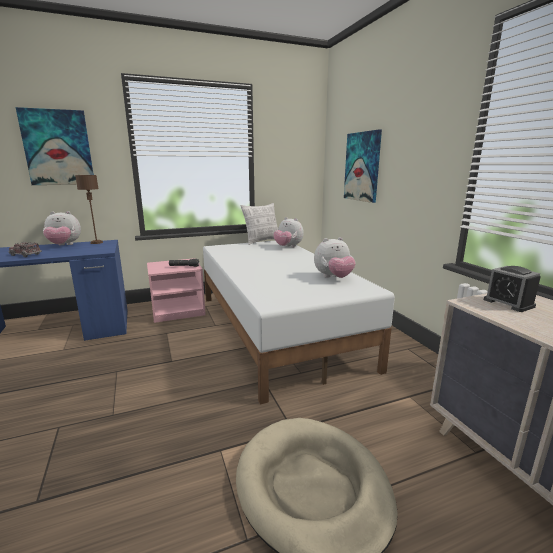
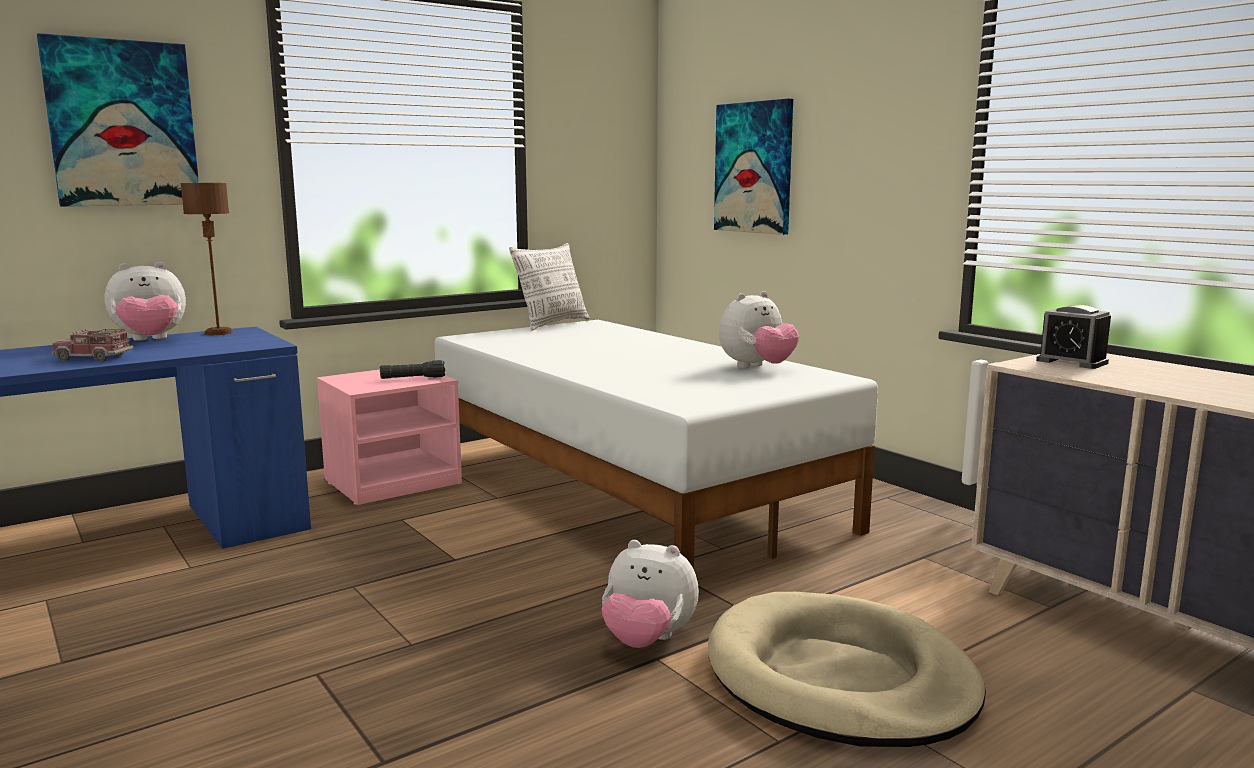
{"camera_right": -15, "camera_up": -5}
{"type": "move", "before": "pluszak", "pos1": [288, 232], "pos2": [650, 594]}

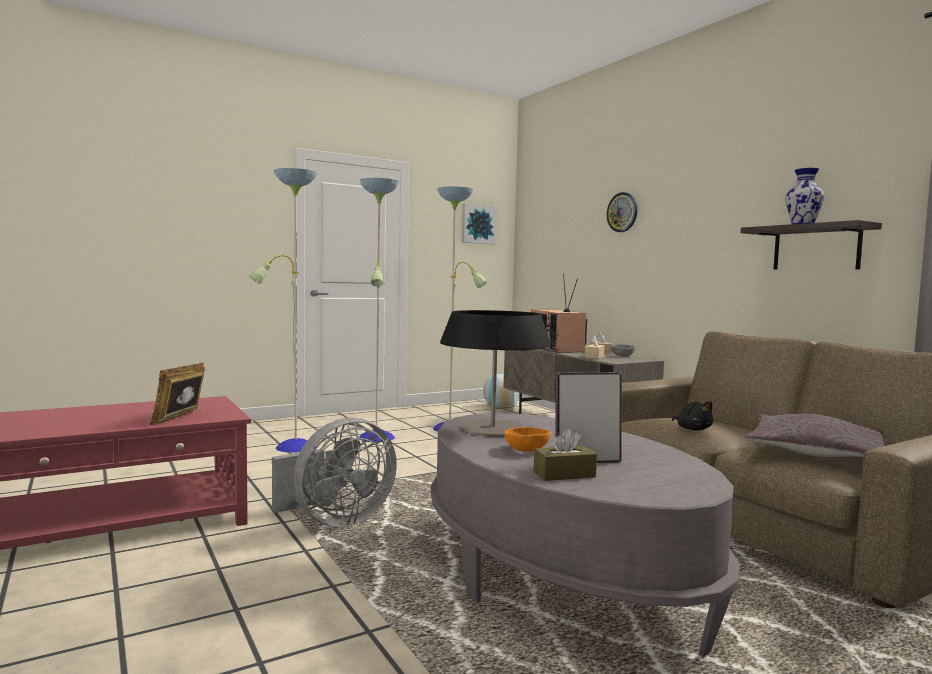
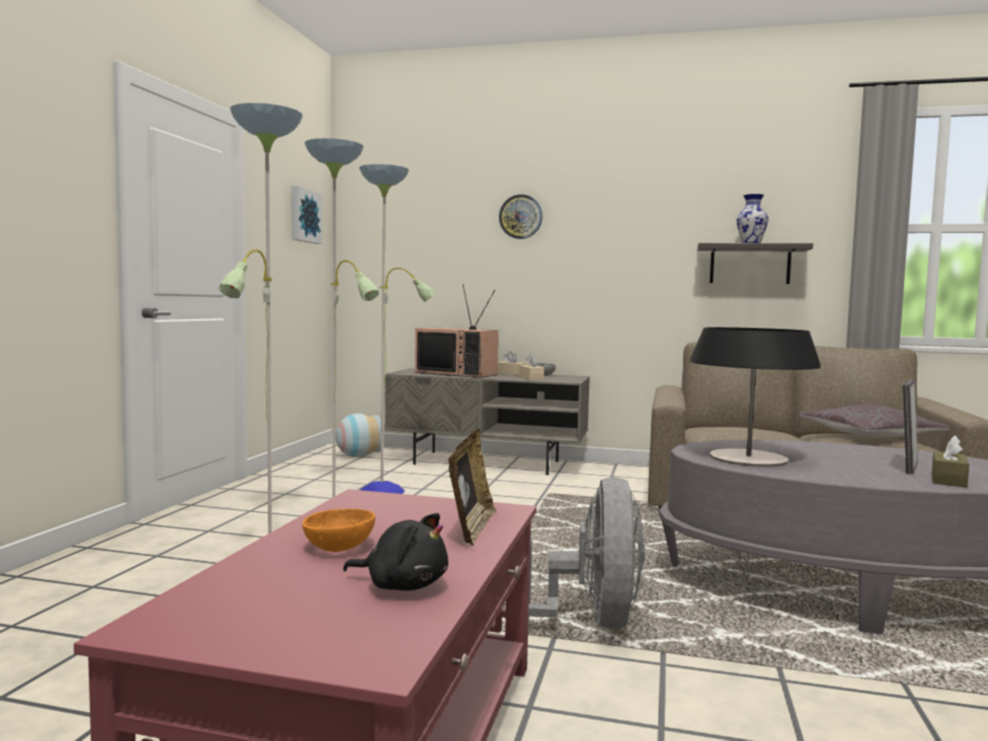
{"camera_right": -45, "camera_up": 0}
{"type": "move", "before": "miska [pomarańczowy]", "pos1": [527, 439], "pos2": [338, 530]}
{"type": "move", "before": "pluszak [czarny]", "pos1": [693, 415], "pos2": [395, 552]}
{"type": "rotate", "before": "ramka na zdjęcie", "pos1": [177, 393], "pos2": [472, 487], "turn": -135}

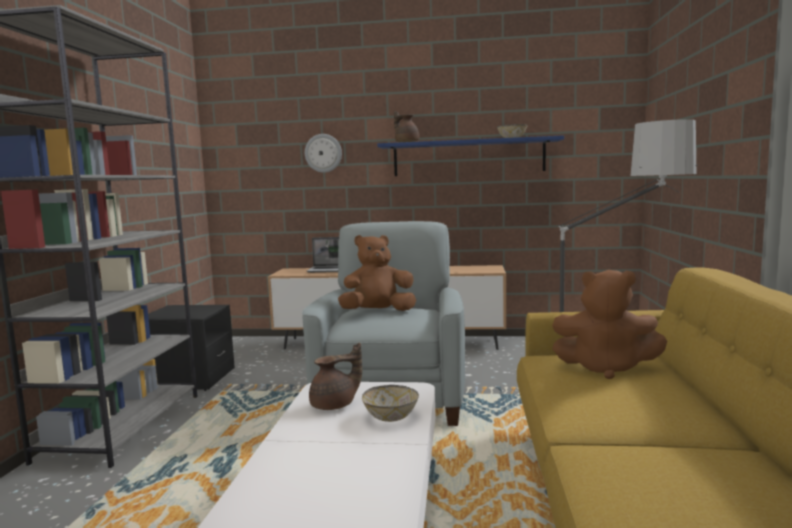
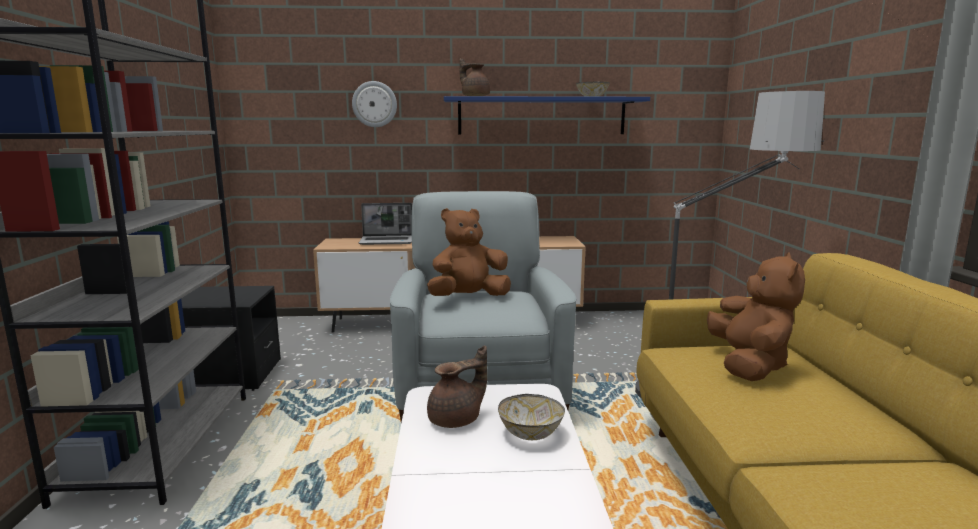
{"camera_right": -10, "camera_up": 5}
{"type": "rotate", "before": "pluszak [brązowy]", "pos1": [609, 324], "pos2": [756, 316], "turn": -90}

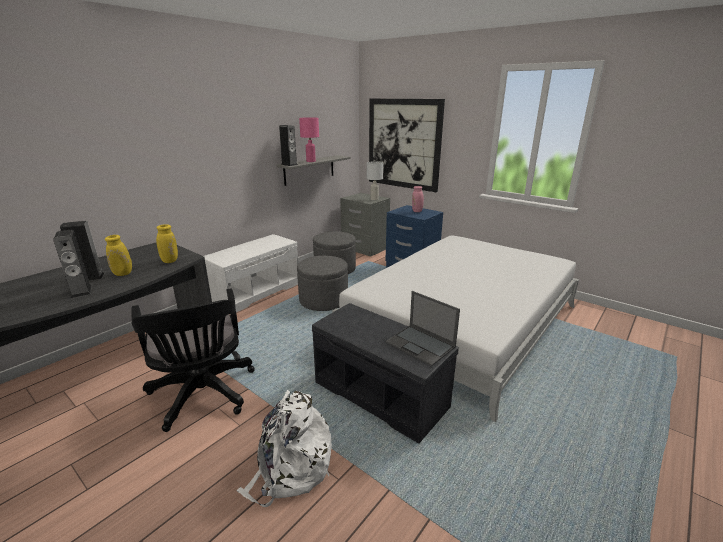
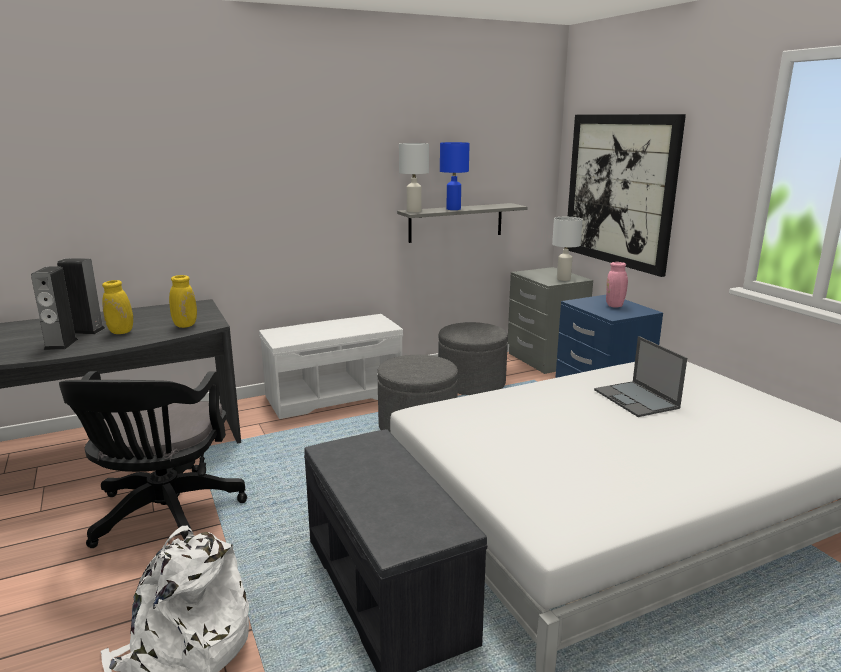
{"camera_right": 25, "camera_up": -5}
{"type": "replace", "before": "głośnik", "after": "lampa stołowa [biały]", "pos1": [288, 145], "pos2": [414, 178]}
{"type": "recolor", "before": "lampa stołowa [różowy]", "after": "lampa stołowa [niebieski]", "pos1": [309, 139], "pos2": [455, 176]}
{"type": "move", "before": "laptop", "pos1": [423, 328], "pos2": [640, 376]}

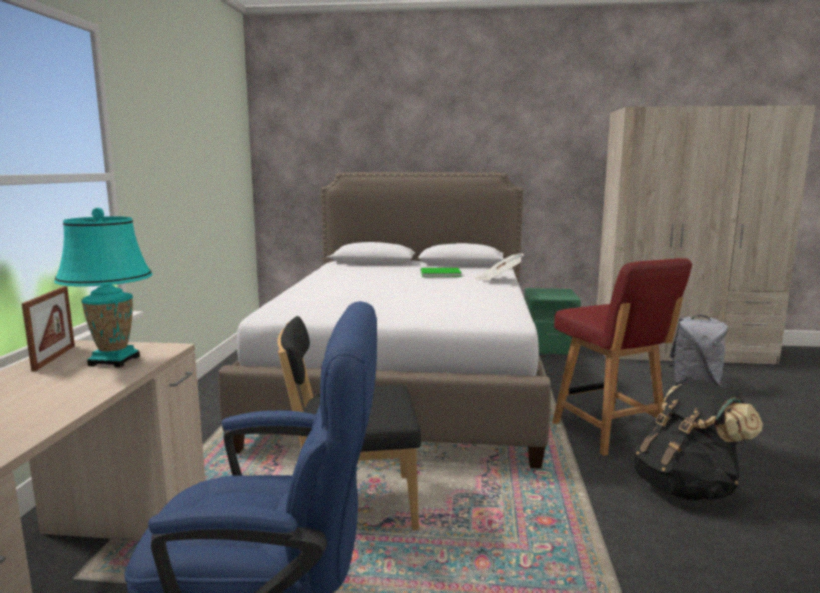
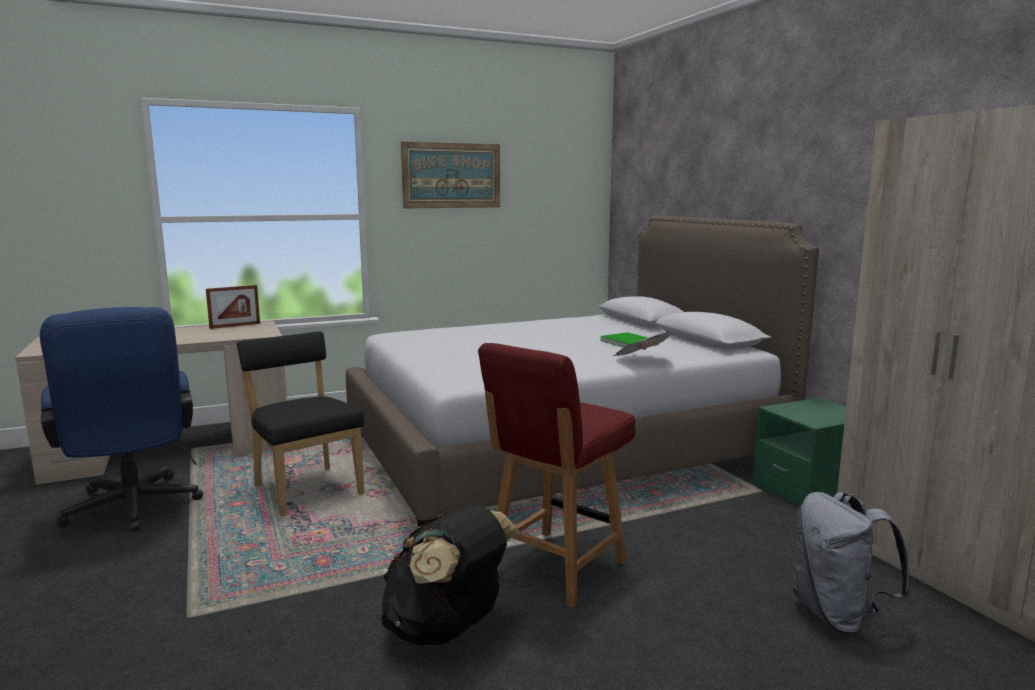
{"camera_right": 60, "camera_up": 0}
{"type": "insert", "after": "obraz", "pos2": [450, 175]}
{"type": "delete", "before": "lampa stołowa [turkusowy]", "pos1": [103, 287]}

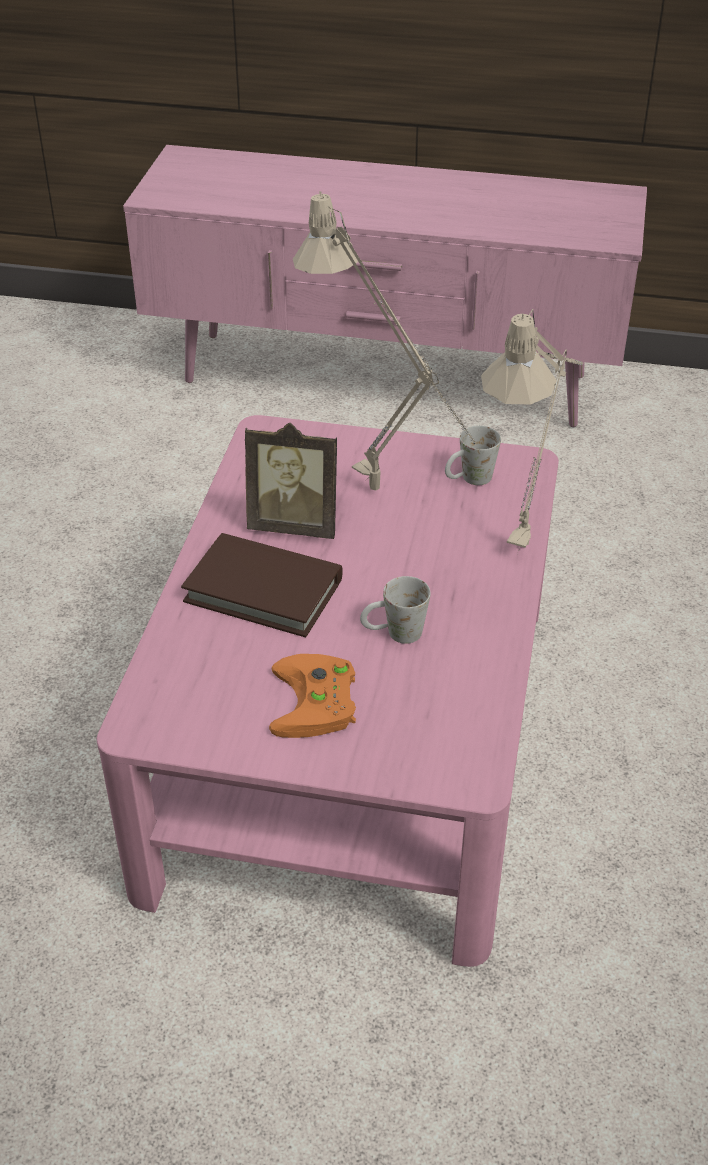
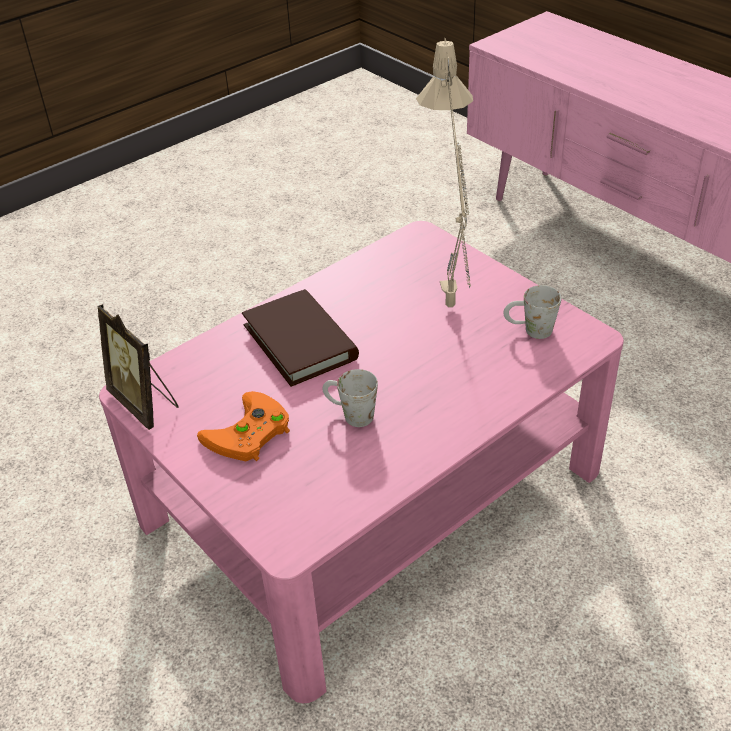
{"camera_right": 40, "camera_up": 0}
{"type": "move", "before": "ramka na zdjęcie", "pos1": [291, 481], "pos2": [138, 367]}
{"type": "delete", "before": "lampa stołowa [beżowy]", "pos1": [532, 431]}

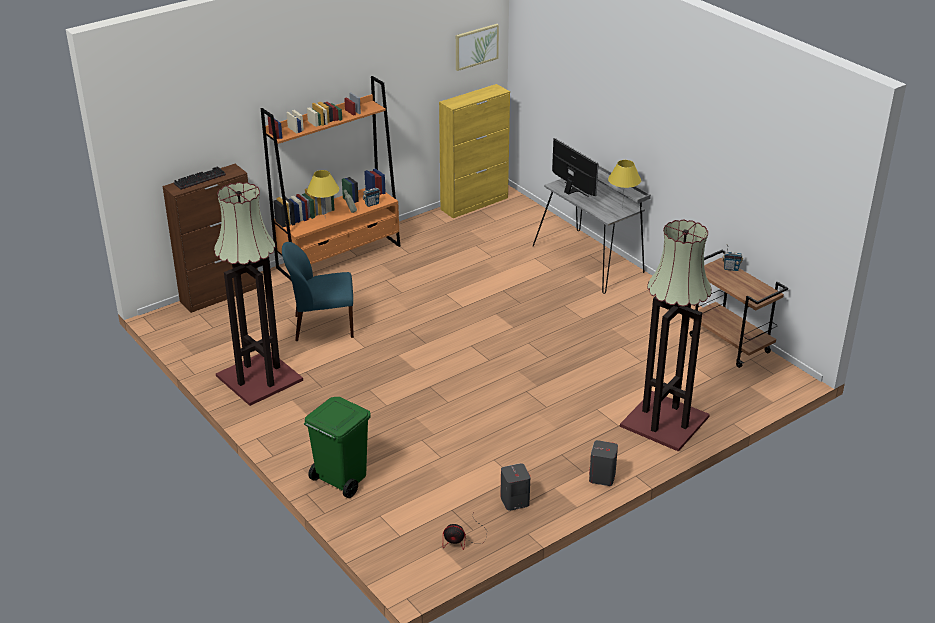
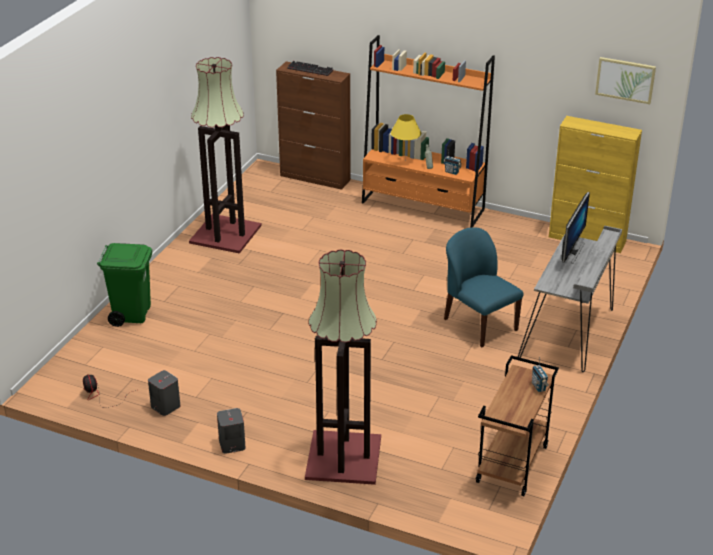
{"camera_right": 60, "camera_up": 0}
{"type": "move", "before": "krzesło [niebieski]", "pos1": [318, 291], "pos2": [484, 287]}
{"type": "delete", "before": "lampa stołowa [żółty]", "pos1": [624, 184]}

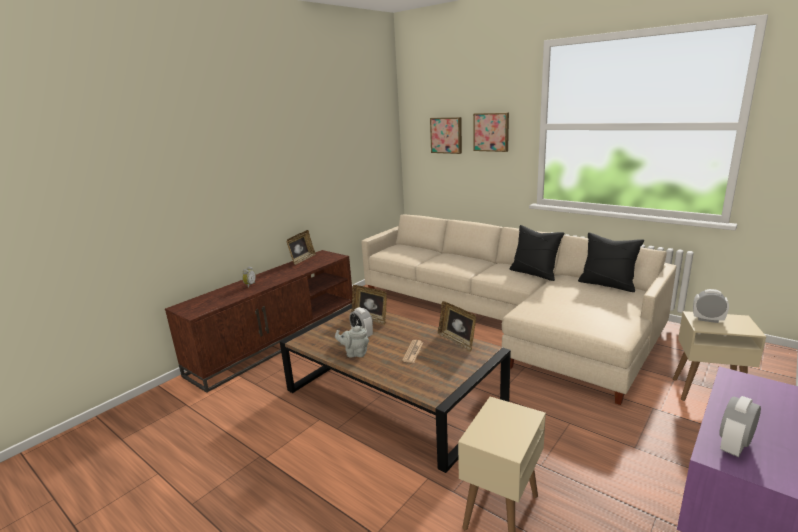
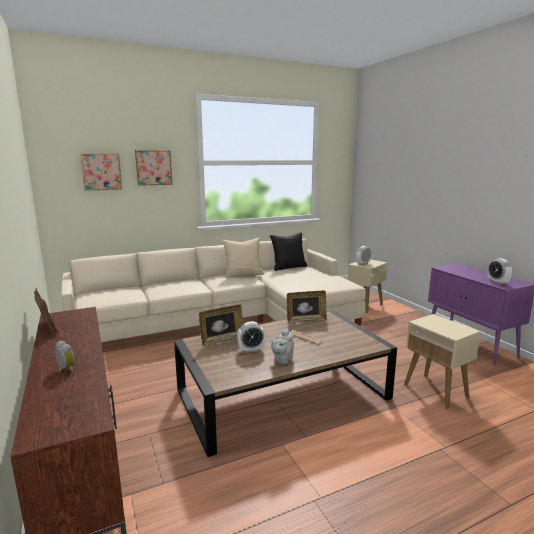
{"camera_right": -65, "camera_up": -5}
{"type": "recolor", "before": "poduszka [czarny]", "after": "poduszka [beżowy]", "pos1": [537, 253], "pos2": [243, 258]}

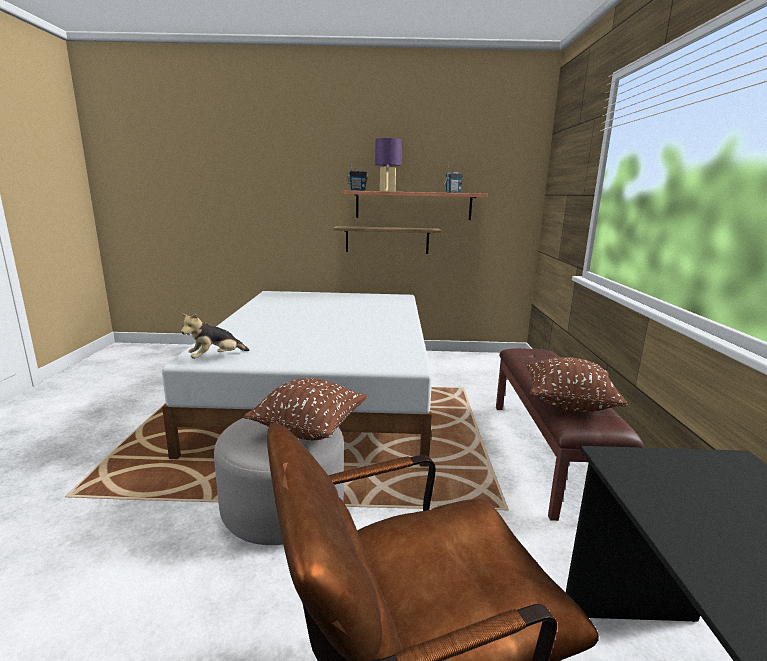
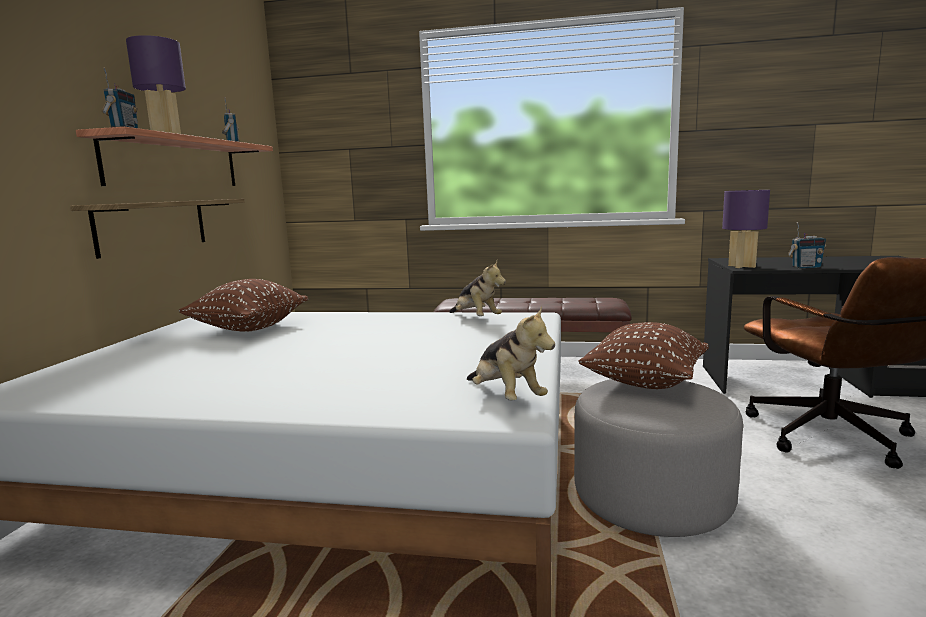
{"camera_right": -80, "camera_up": -5}
{"type": "move", "before": "poduszka [brązowy]", "pos1": [577, 384], "pos2": [243, 305]}
{"type": "insert", "after": "pluszak", "pos2": [477, 288]}
{"type": "insert", "after": "lampa stołowa [fioletowy]", "pos2": [746, 229]}
{"type": "insert", "after": "radio", "pos2": [807, 245]}

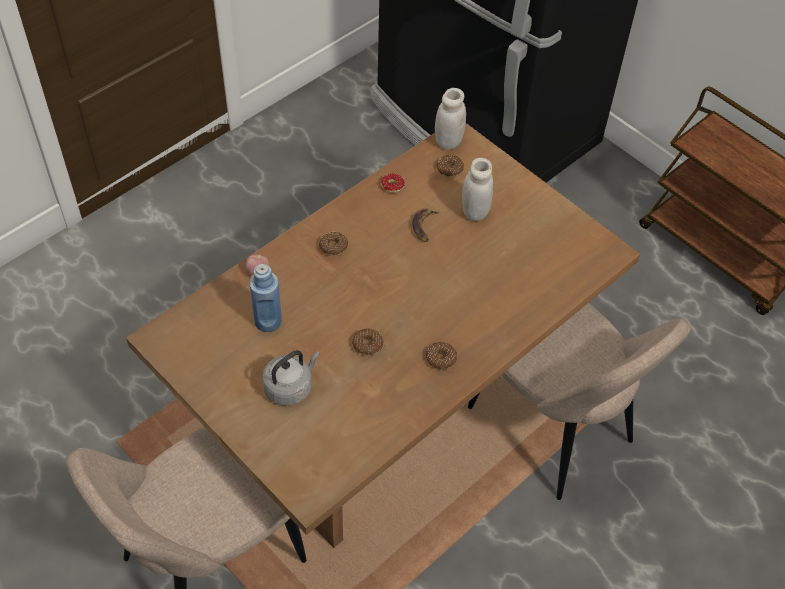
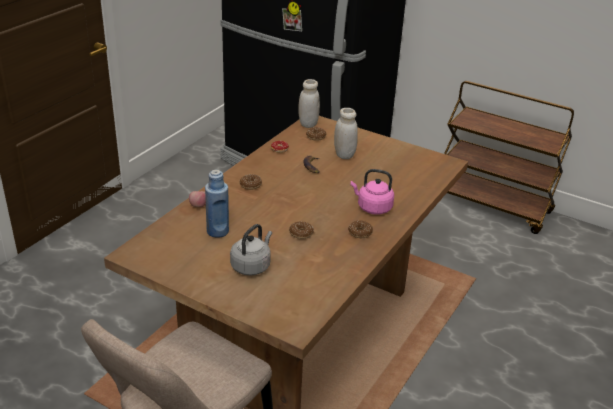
{"camera_right": -15, "camera_up": -20}
{"type": "insert", "after": "czajnik [różowy]", "pos2": [372, 192]}
{"type": "delete", "before": "krzesło [beżowy]", "pos1": [579, 401]}

